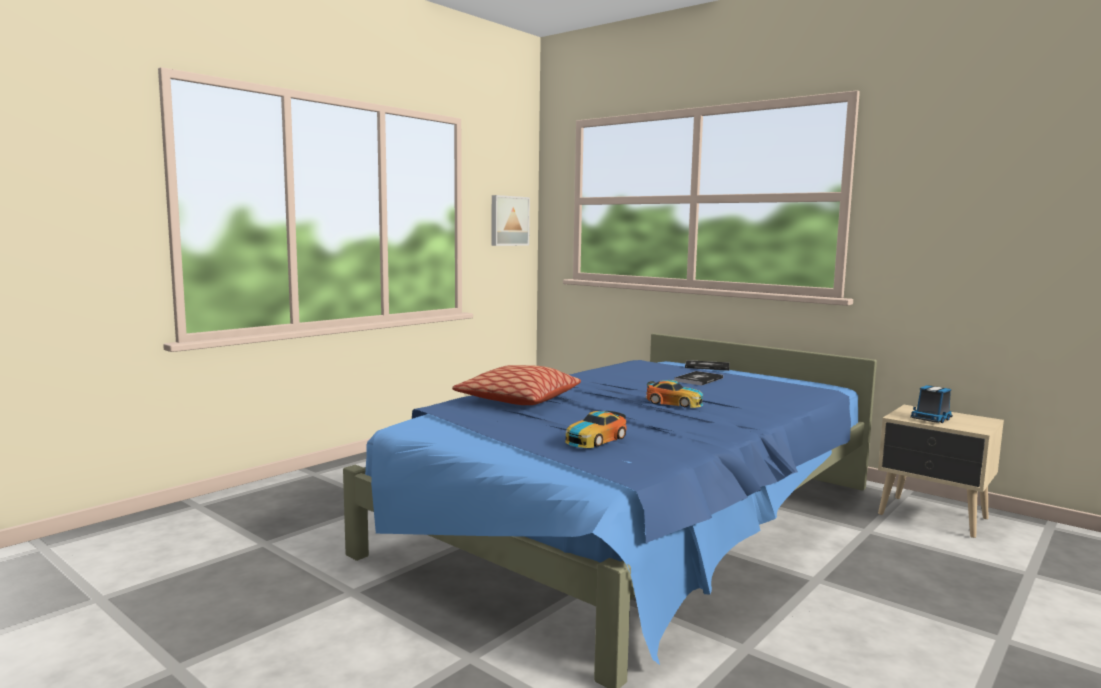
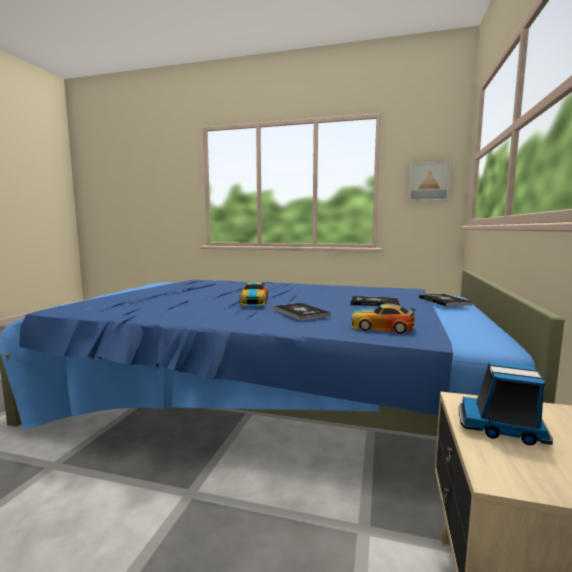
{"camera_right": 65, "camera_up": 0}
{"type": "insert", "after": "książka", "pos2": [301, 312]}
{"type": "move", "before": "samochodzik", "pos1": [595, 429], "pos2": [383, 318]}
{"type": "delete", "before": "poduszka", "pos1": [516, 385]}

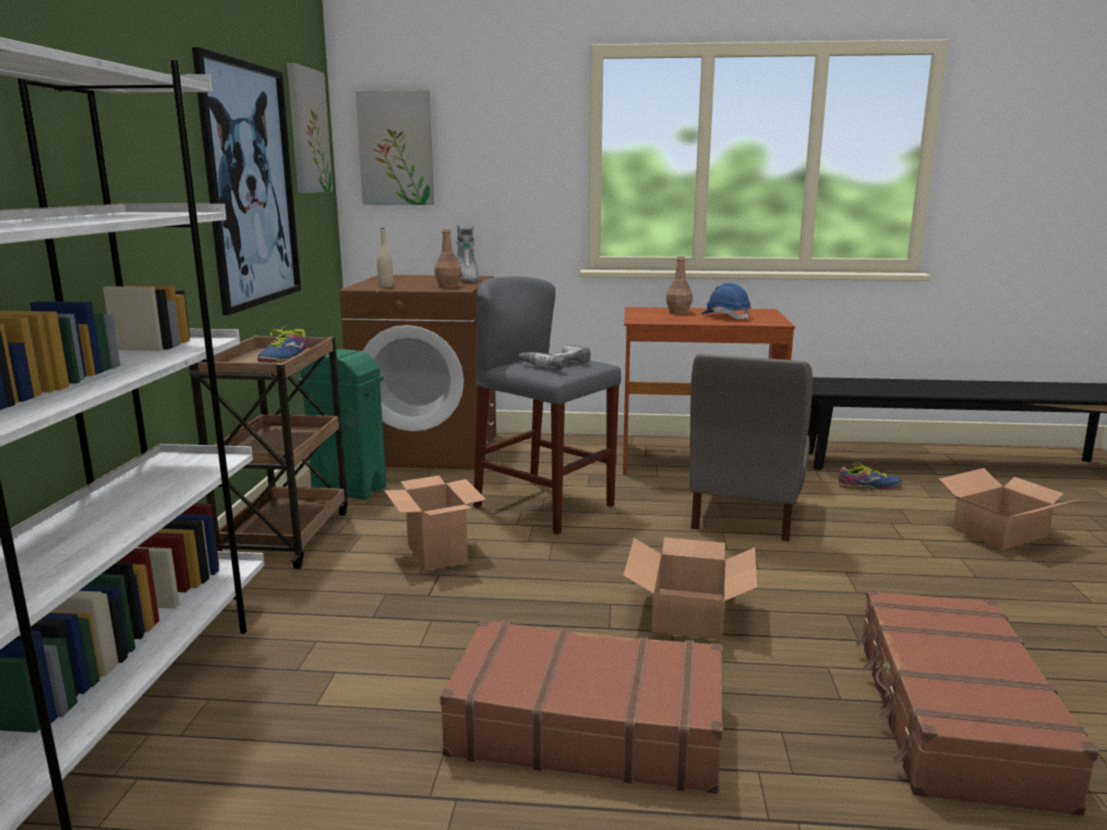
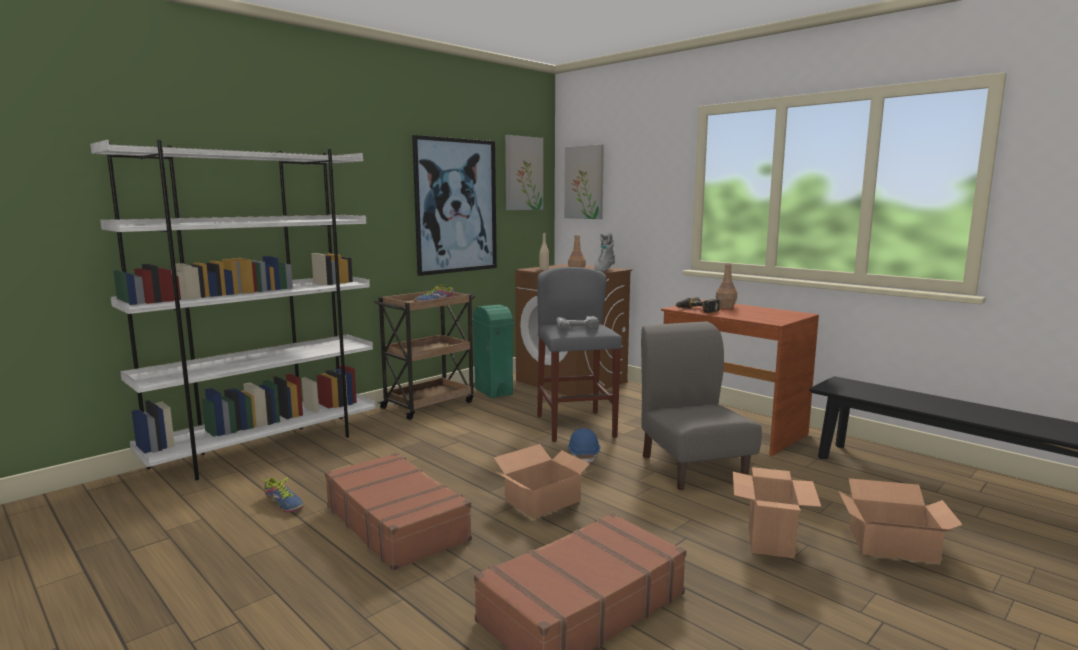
{"camera_right": 40, "camera_up": -5}
{"type": "move", "before": "but", "pos1": [870, 475], "pos2": [283, 494]}
{"type": "move", "before": "kask [niebieski]", "pos1": [726, 301], "pos2": [584, 445]}
{"type": "rotate", "before": "krzesło [szary]", "pos1": [751, 447], "pos2": [701, 405], "turn": 105}
{"type": "insert", "after": "wiertarka", "pos2": [698, 305]}
{"type": "move", "before": "karton", "pos1": [435, 523], "pos2": [777, 513]}

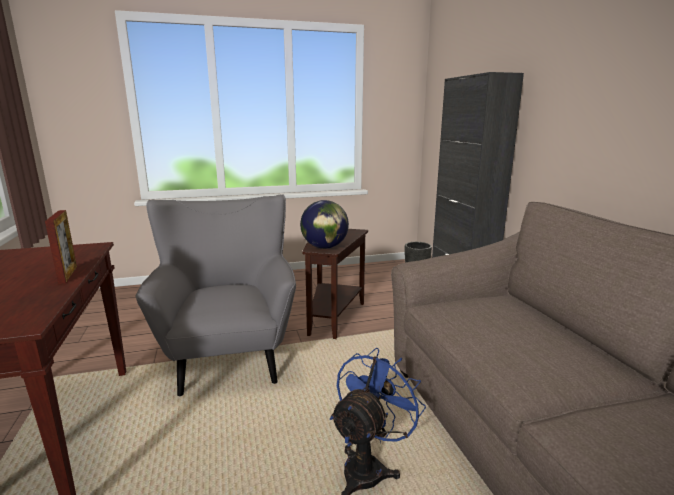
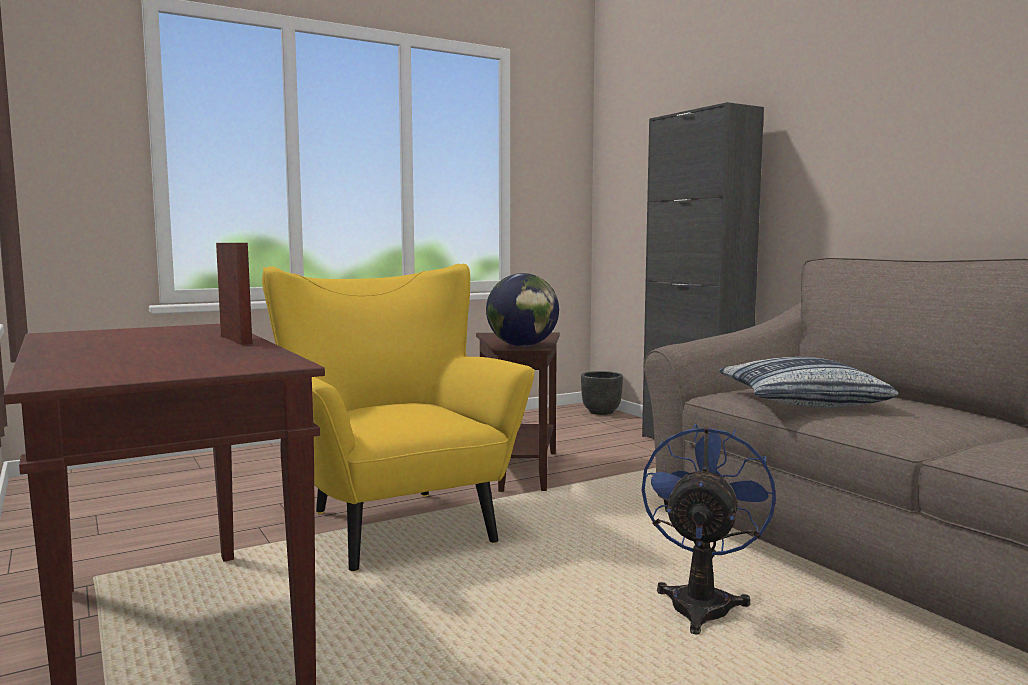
{"camera_right": -15, "camera_up": -10}
{"type": "recolor", "before": "fotel [szary]", "after": "fotel [żółty]", "pos1": [216, 295], "pos2": [398, 418]}
{"type": "insert", "after": "poduszka", "pos2": [808, 382]}

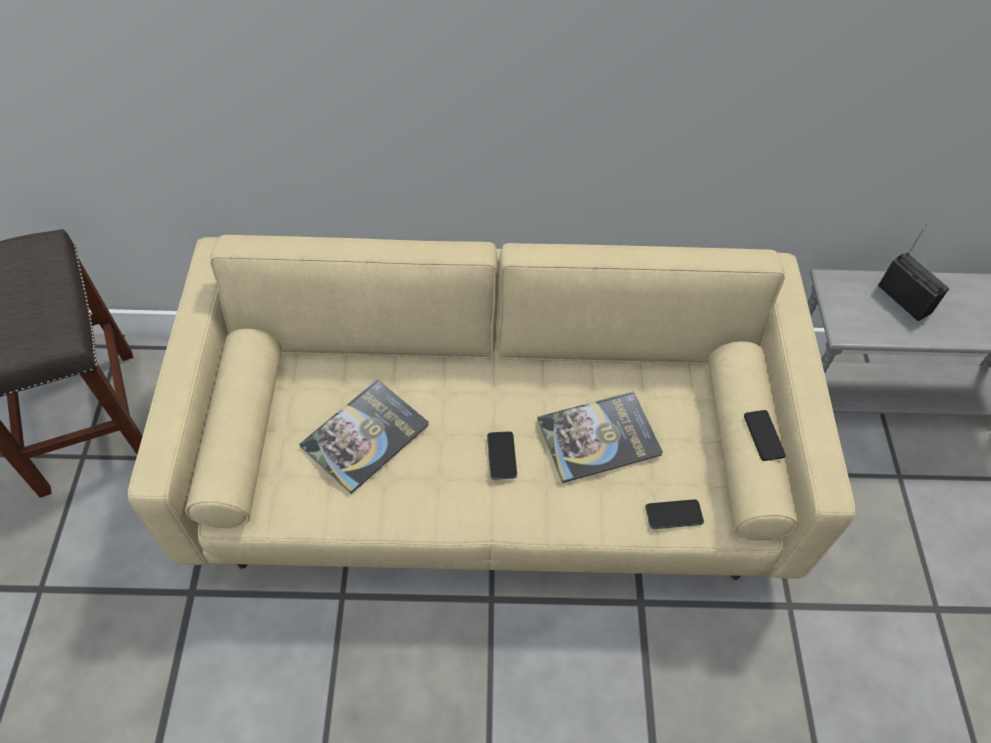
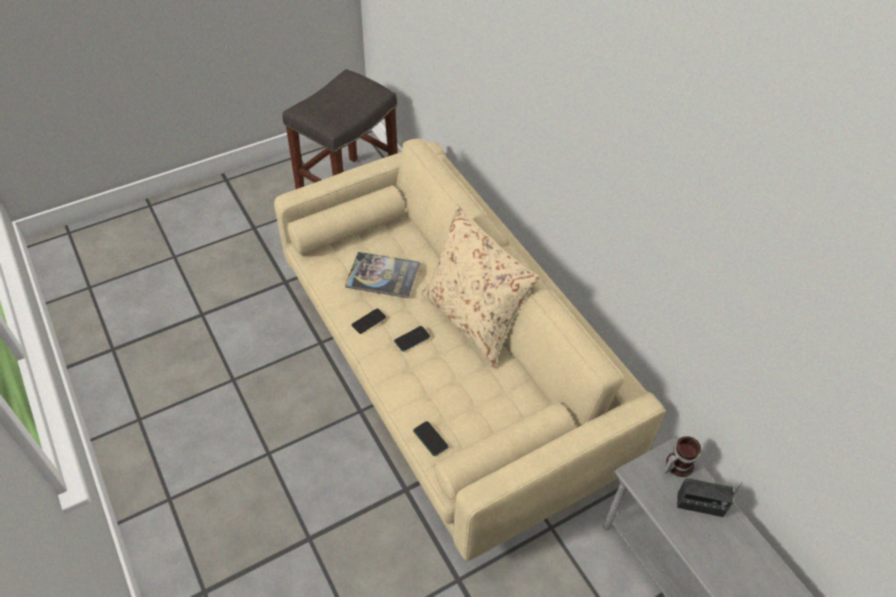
{"camera_right": 60, "camera_up": -5}
{"type": "move", "before": "telefon", "pos1": [765, 435], "pos2": [369, 321]}
{"type": "insert", "after": "poduszka [beżowy]", "pos2": [480, 286]}
{"type": "insert", "after": "kubek", "pos2": [682, 456]}
{"type": "rotate", "before": "radio", "pos1": [914, 273], "pos2": [709, 497], "turn": 75}
{"type": "delete", "before": "książka", "pos1": [600, 437]}

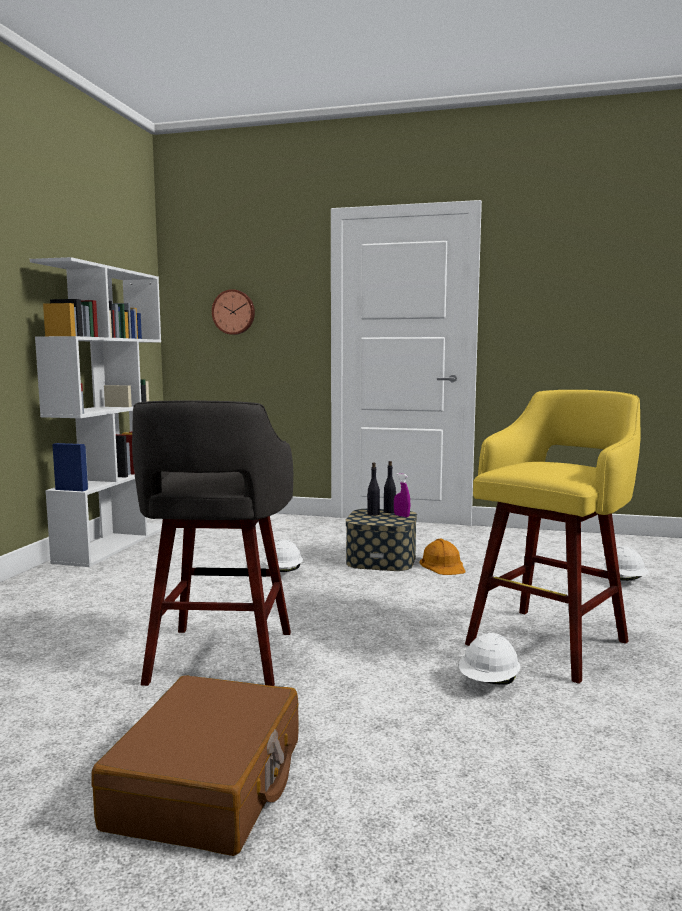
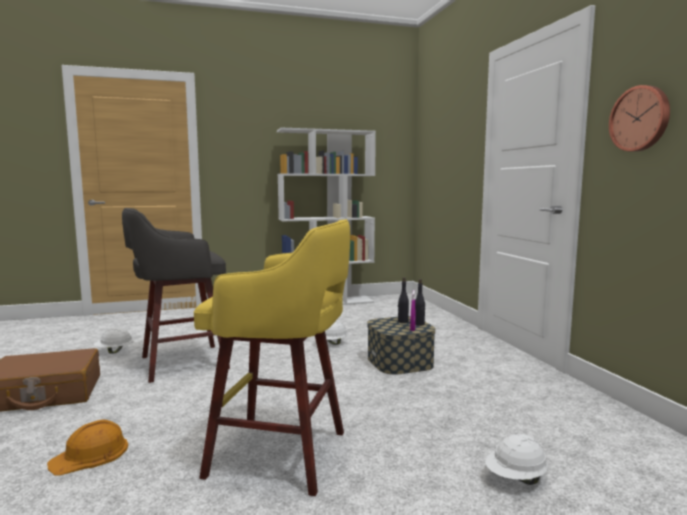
{"camera_right": 60, "camera_up": 0}
{"type": "move", "before": "kask [pomarańczowy]", "pos1": [442, 557], "pos2": [87, 447]}
{"type": "move", "before": "kask [biały]", "pos1": [489, 659], "pos2": [113, 340]}
{"type": "move", "before": "zegar ścienny", "pos1": [233, 312], "pos2": [639, 118]}

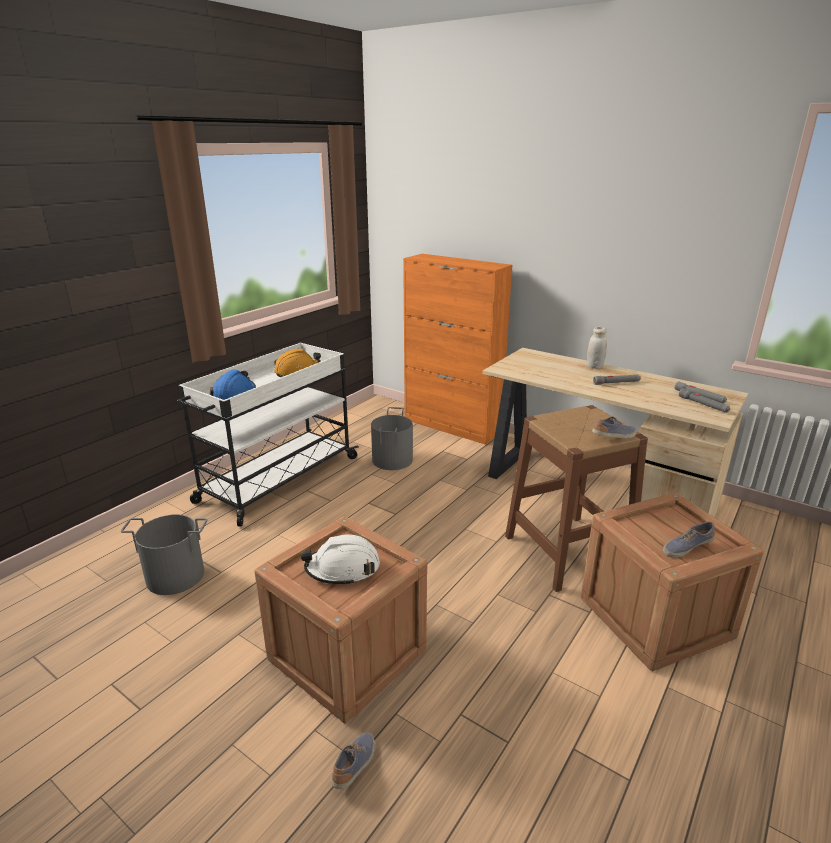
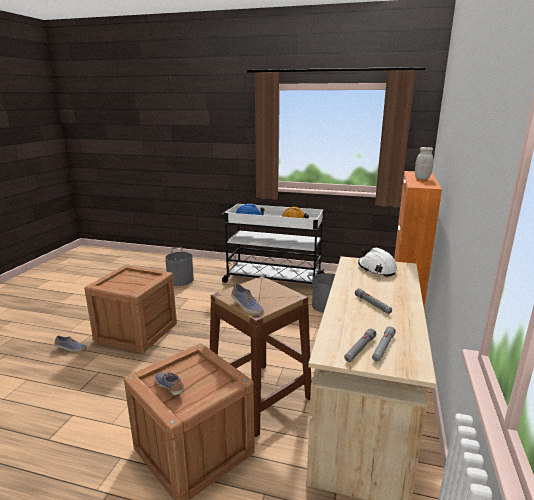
{"camera_right": 70, "camera_up": -5}
{"type": "move", "before": "kask [biały]", "pos1": [340, 560], "pos2": [377, 262]}
{"type": "move", "before": "słoik [biały]", "pos1": [597, 348], "pos2": [424, 163]}

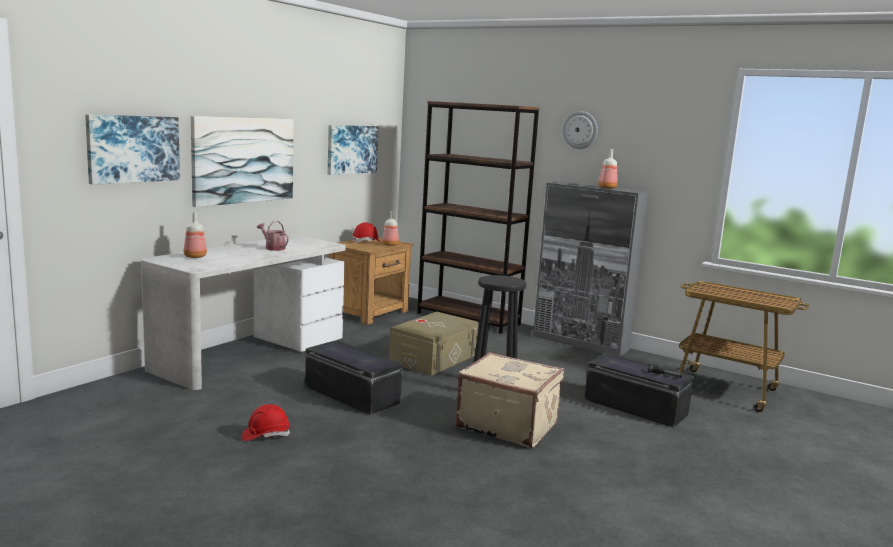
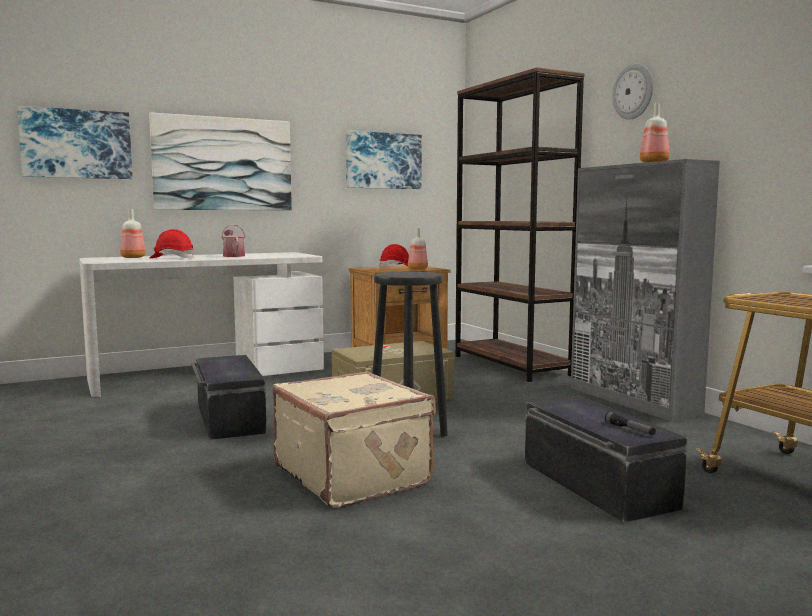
{"camera_right": 30, "camera_up": -5}
{"type": "move", "before": "kask [czerwony]", "pos1": [266, 422], "pos2": [172, 244]}

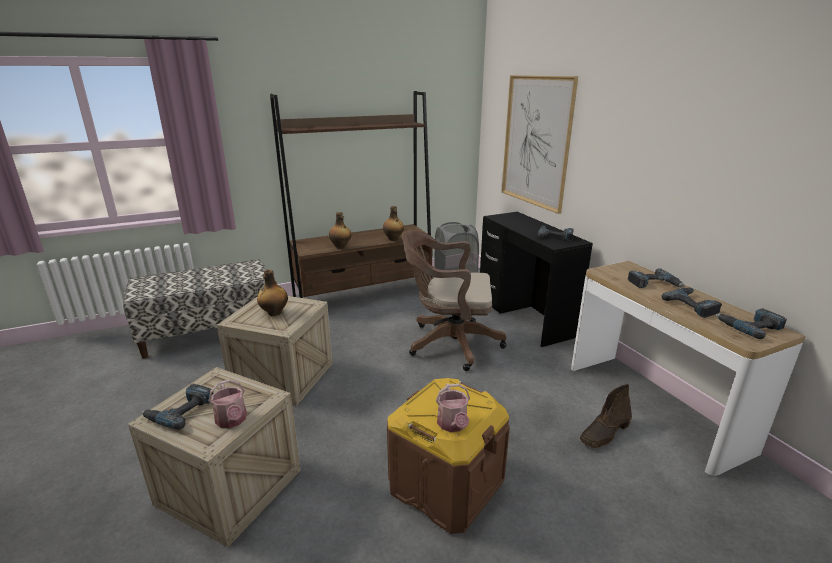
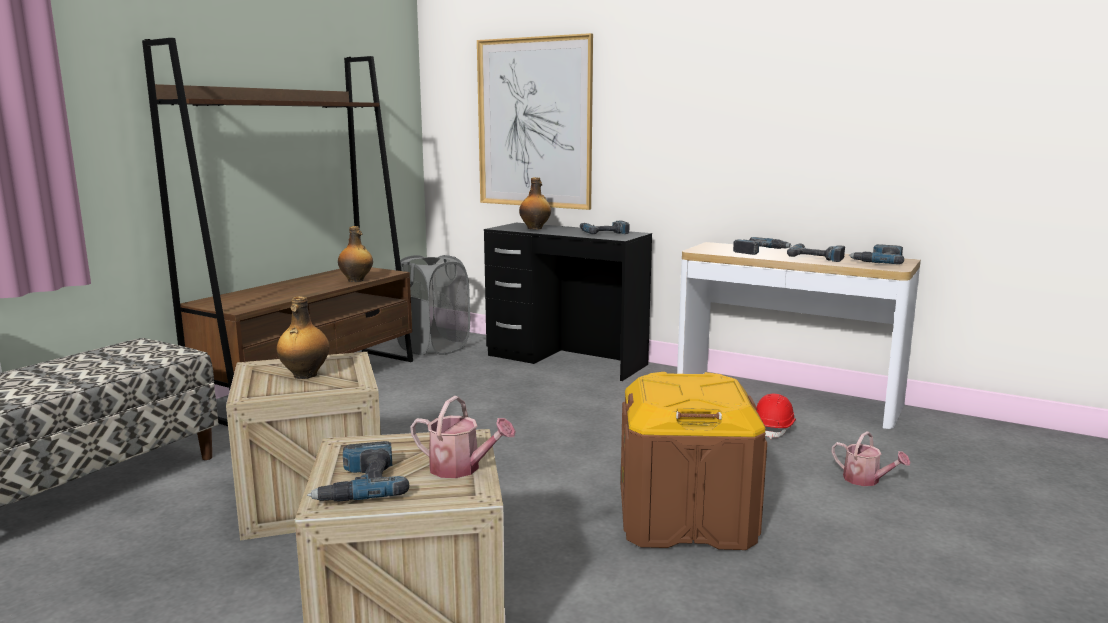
{"camera_right": -35, "camera_up": -10}
{"type": "move", "before": "butelka", "pos1": [340, 230], "pos2": [535, 203]}
{"type": "replace", "before": "but z cholewką [brązowy]", "after": "kask [czerwony]", "pos1": [606, 416], "pos2": [776, 416]}
{"type": "move", "before": "konewka", "pos1": [453, 407], "pos2": [871, 458]}
{"type": "delete", "before": "krzesło biurowe [brązowy]", "pos1": [454, 300]}

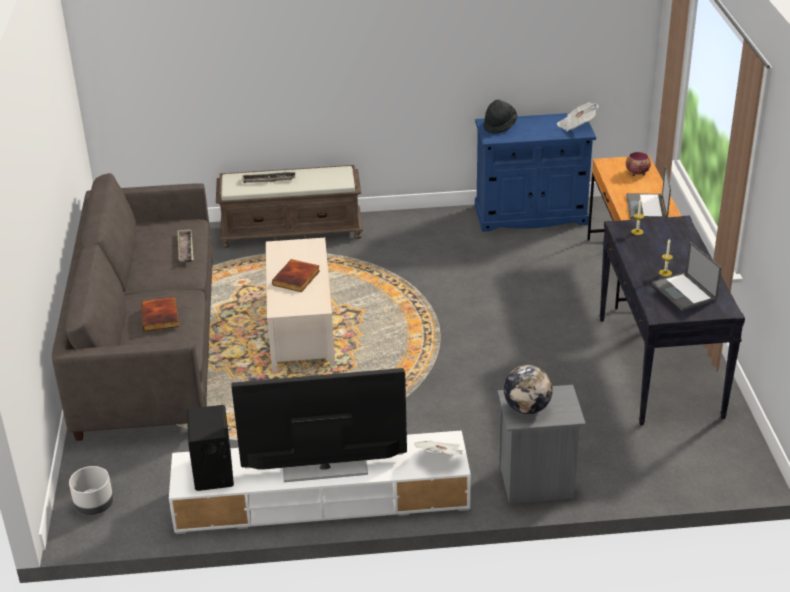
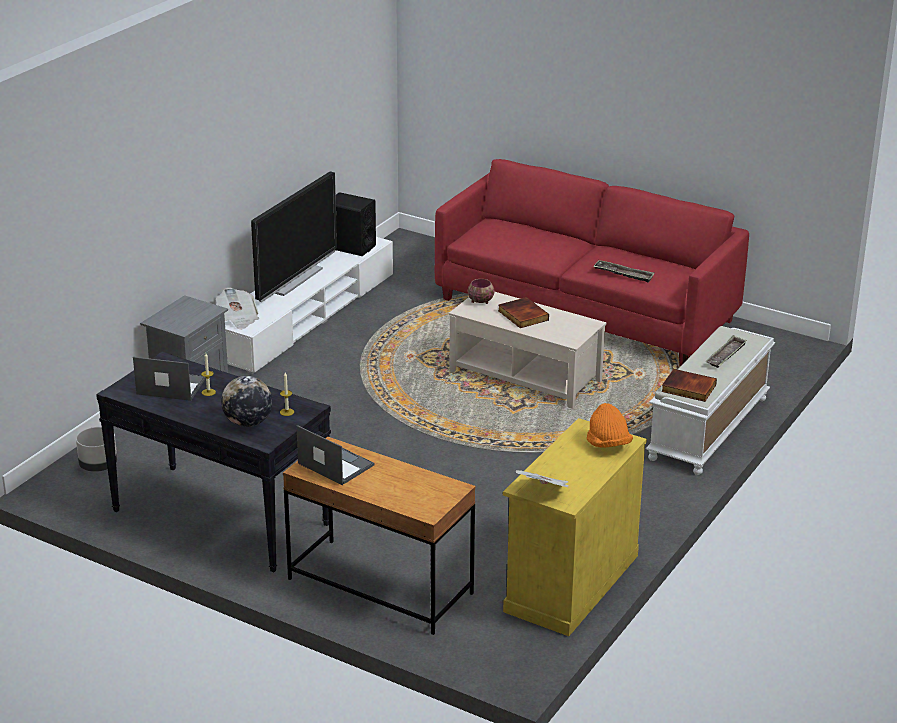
{"camera_right": 125, "camera_up": -5}
{"type": "move", "before": "donica [szary]", "pos1": [91, 490], "pos2": [96, 449]}
{"type": "move", "before": "globus", "pos1": [528, 389], "pos2": [246, 401]}
{"type": "recolor", "before": "kanapa [szary]", "after": "kanapa [czerwony]", "pos1": [132, 307], "pos2": [592, 262]}
{"type": "move", "before": "miska", "pos1": [638, 164], "pos2": [481, 291]}
{"type": "recolor", "before": "szafka [niebieski]", "after": "szafka [żółty]", "pos1": [535, 172], "pos2": [575, 527]}
{"type": "recolor", "before": "kapelusz [czarny]", "after": "kapelusz [pomarańczowy]", "pos1": [500, 116], "pos2": [610, 425]}
{"type": "recolor", "before": "ławka [brązowy]", "after": "ławka [biały]", "pos1": [289, 206], "pos2": [710, 400]}
{"type": "move", "before": "książka", "pos1": [160, 314], "pos2": [689, 385]}

